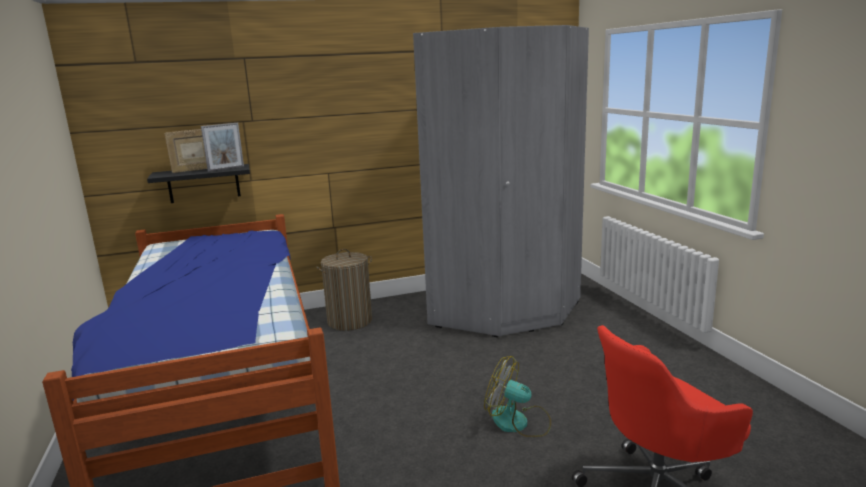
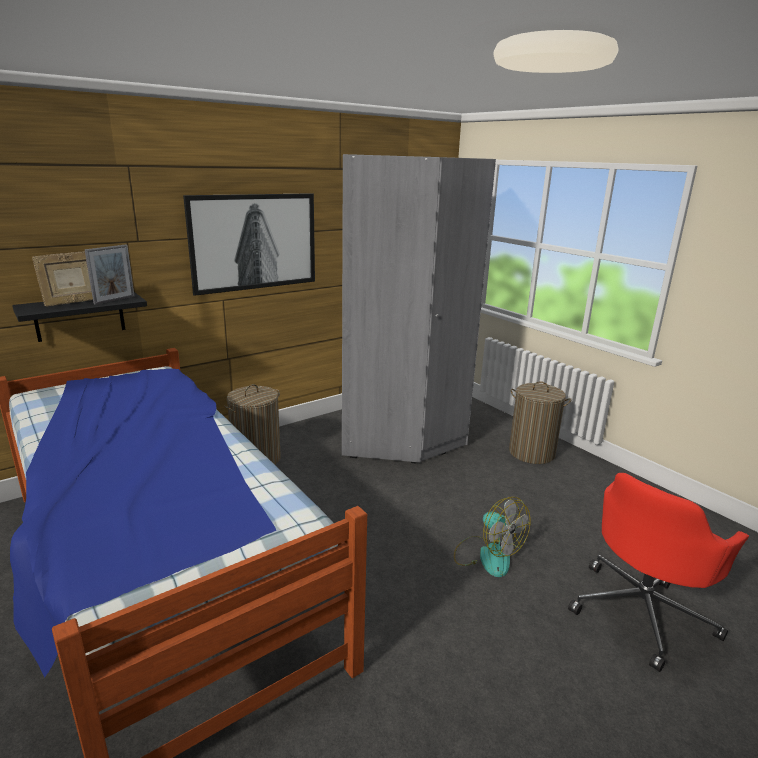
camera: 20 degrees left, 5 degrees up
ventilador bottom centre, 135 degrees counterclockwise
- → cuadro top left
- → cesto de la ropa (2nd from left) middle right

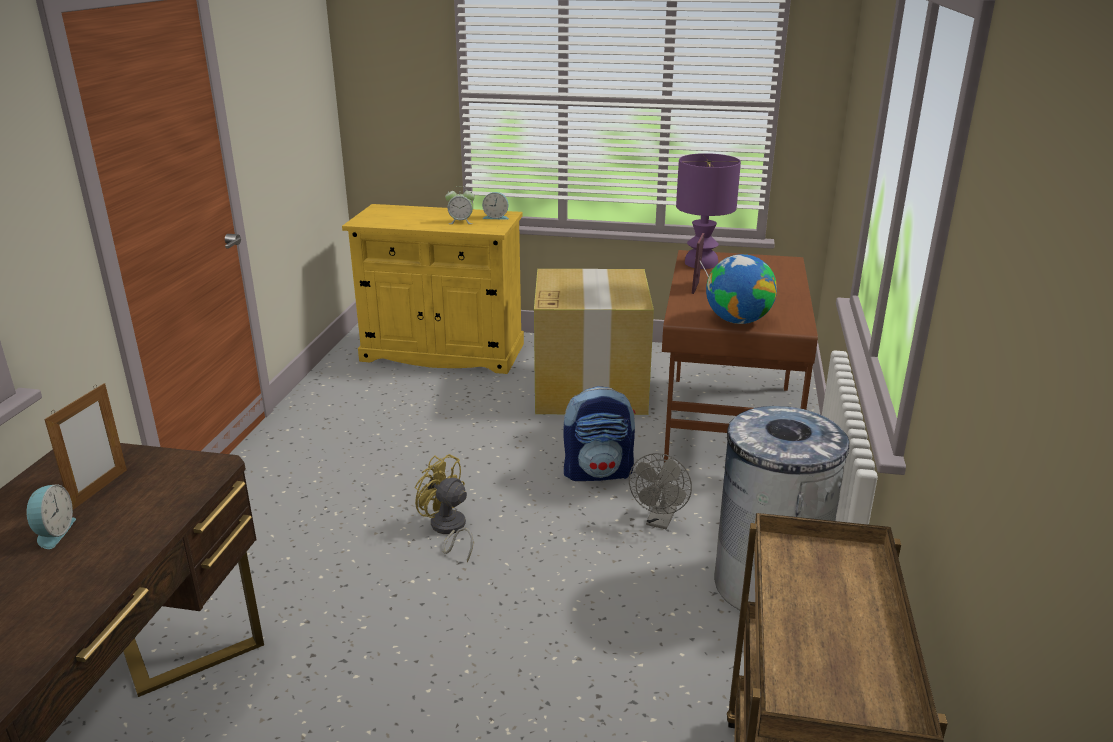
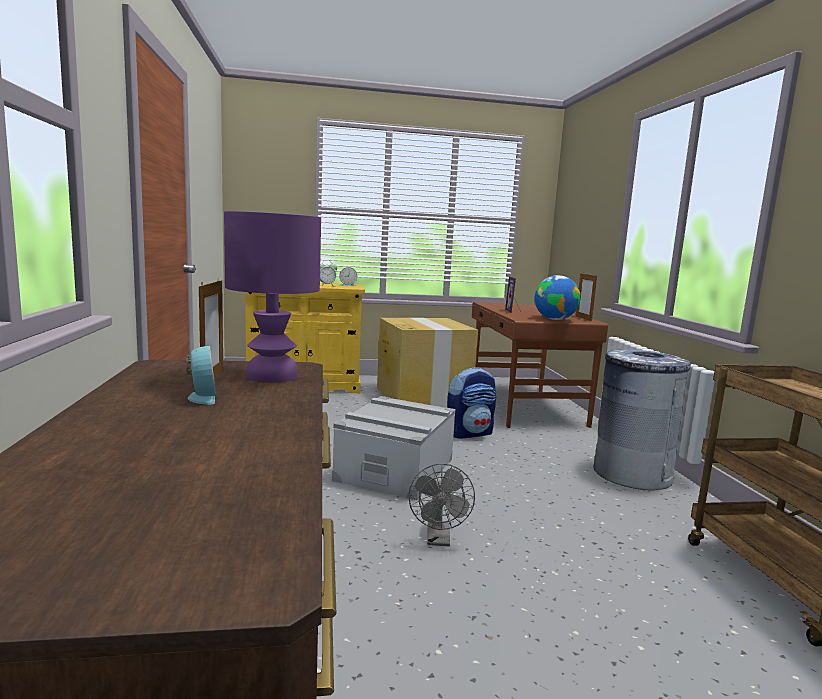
camera: 20 degrees left, 15 degrees down
lámpara de mesa (morado) top centre → lámpara de mesa (morado) middle left, moved
ventilador (gris) centre → ventilador (gris) bottom centre, moved
ventilador (amarillo) bottom centre → caja de almacenaje (gris) centre
- → portarretratos (3rd from left) middle right

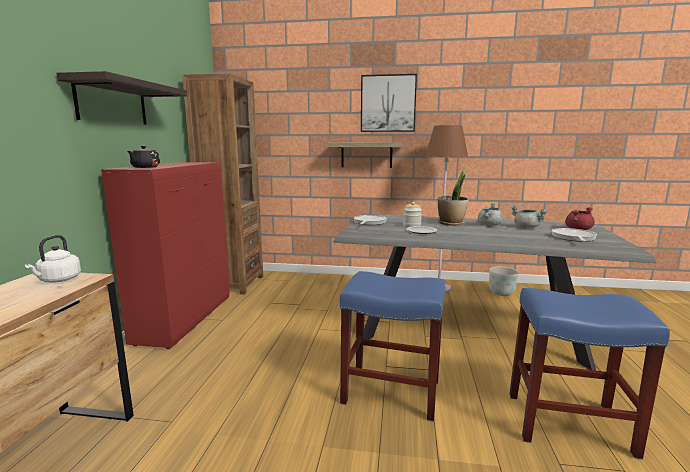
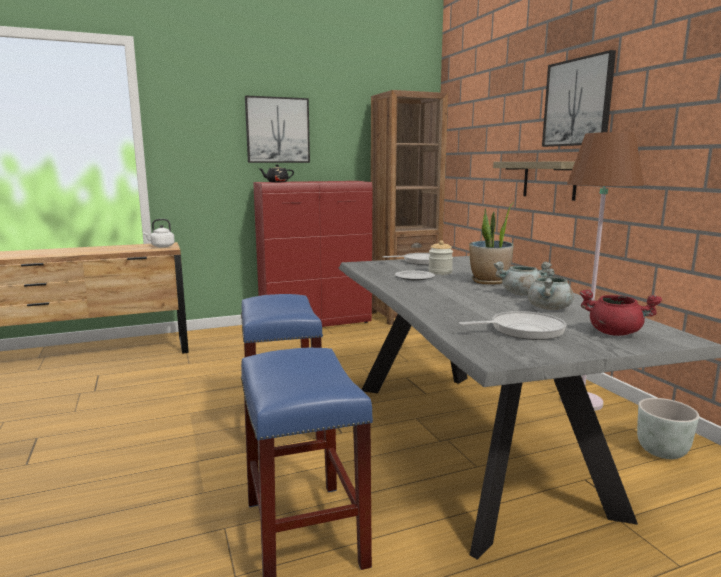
camera: 60 degrees right, 0 degrees up
estante (1st from left) top left → cuadro (1st from left) top centre

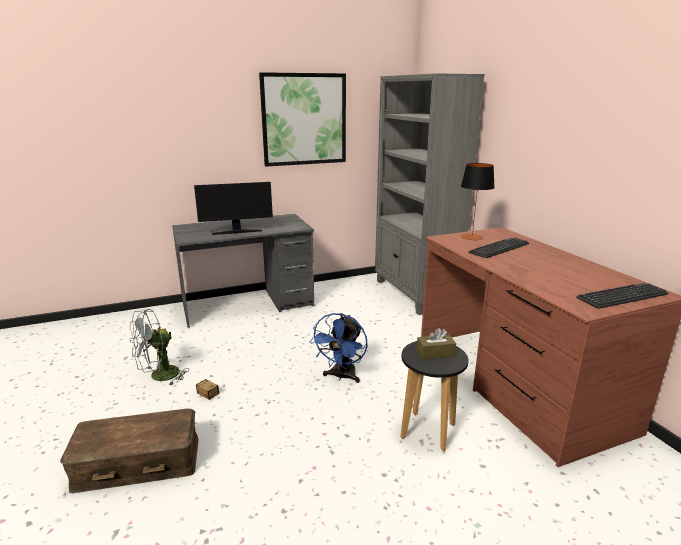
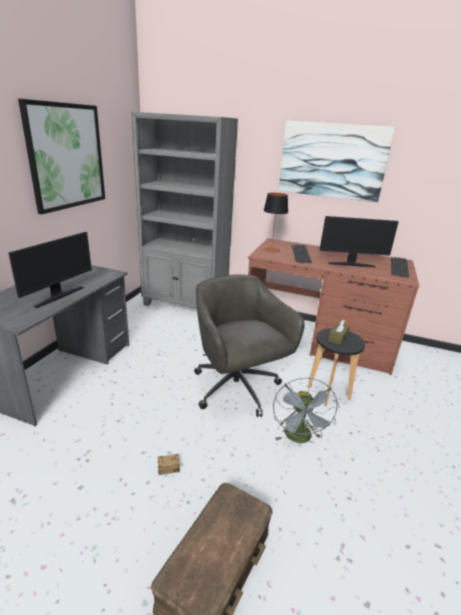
camera: 50 degrees left, 5 degrees up
ventilador (gris) middle left → ventilador (gris) bottom centre, moved
ventilador (azul) centre → silla de oficina (gris) centre
- → cuadro (2nd from left) top right
- → monitor (2nd from left) middle right

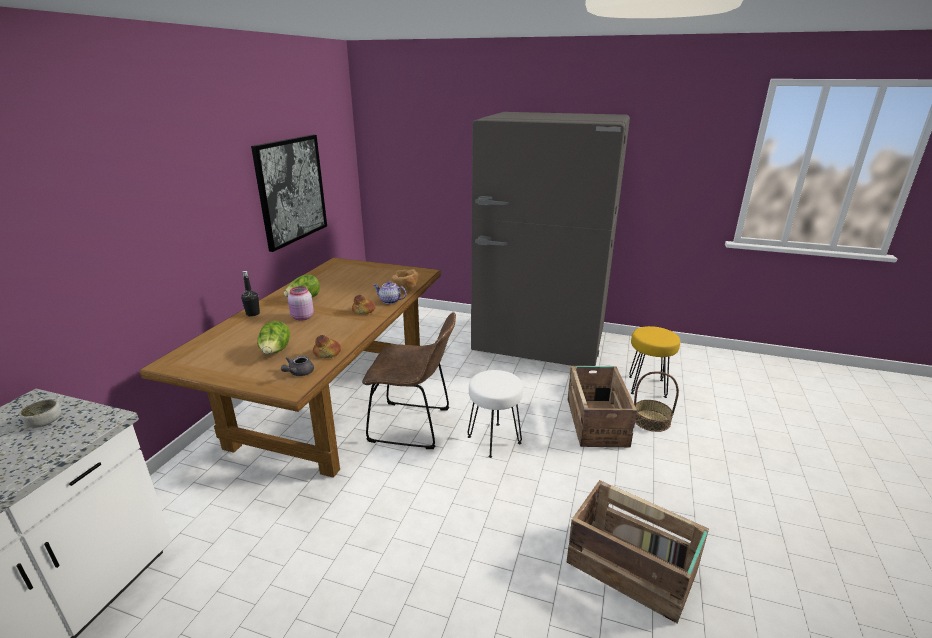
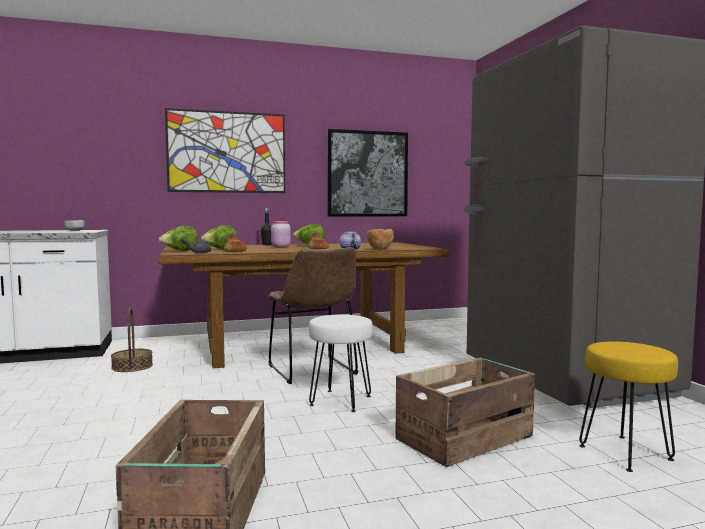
camera: 55 degrees right, 20 degrees down
cesta middle right → cesta middle left, moved
- → cuadro (1st from left) top left
- → lechuga (1st from left) middle left

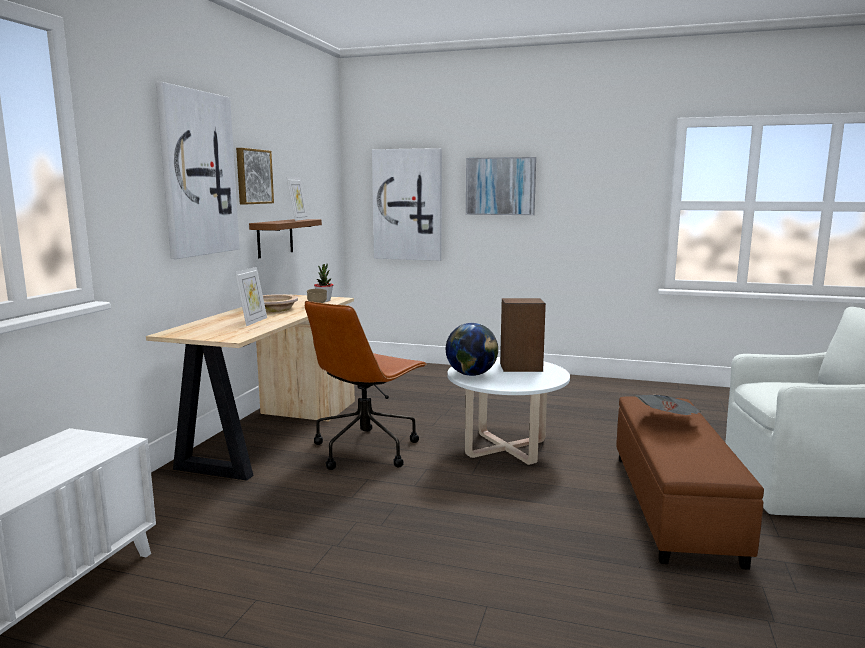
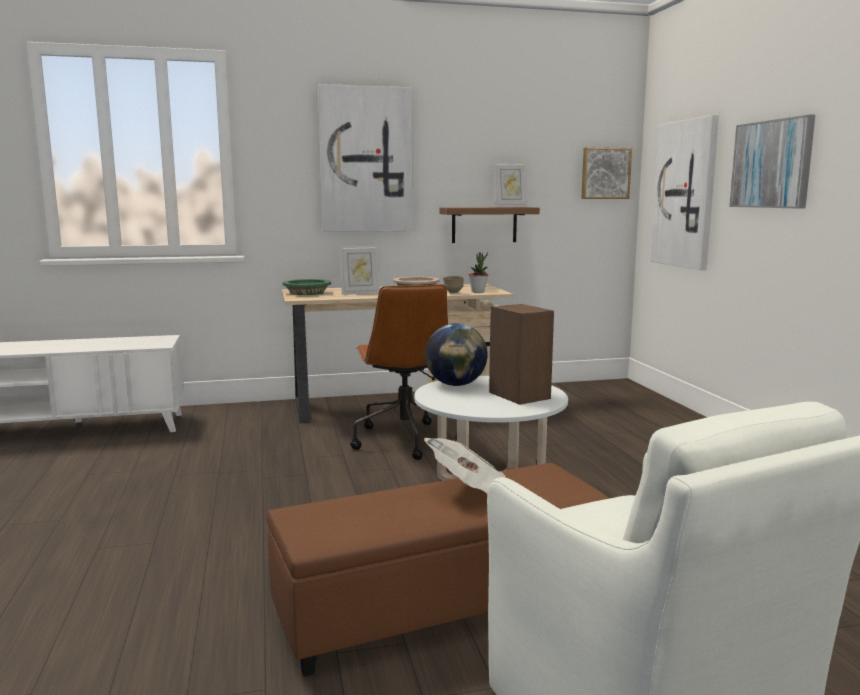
camera: 60 degrees right, 0 degrees up
cuadro (2nd from left) top left → cuadro (2nd from left) top right, moved
silla de oficina (marrón) centre, 105 degrees counterclockwise
- → cuenco (verde) centre

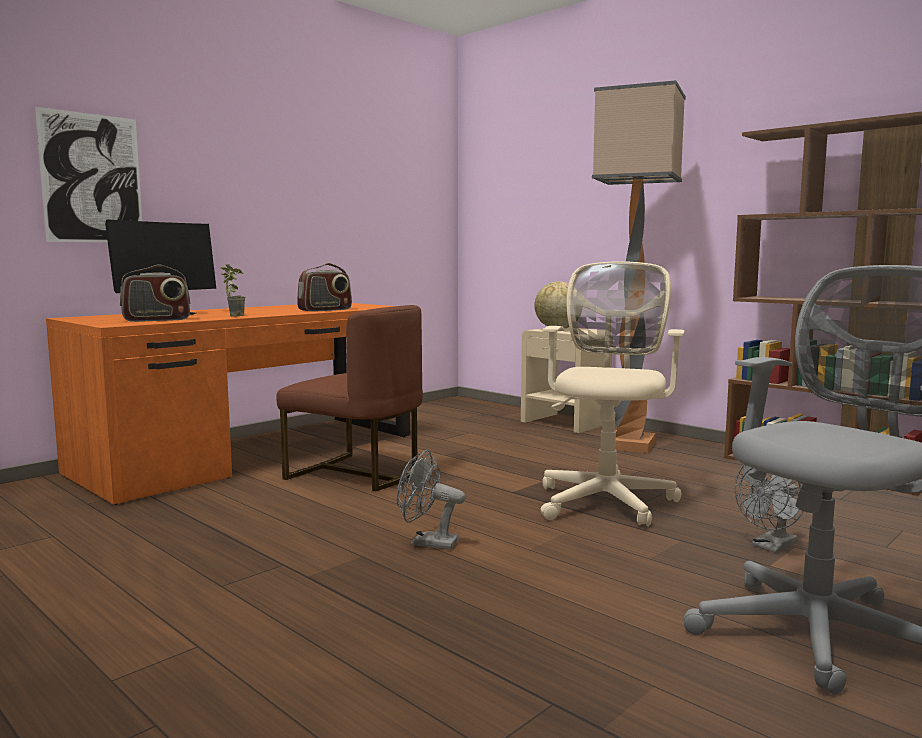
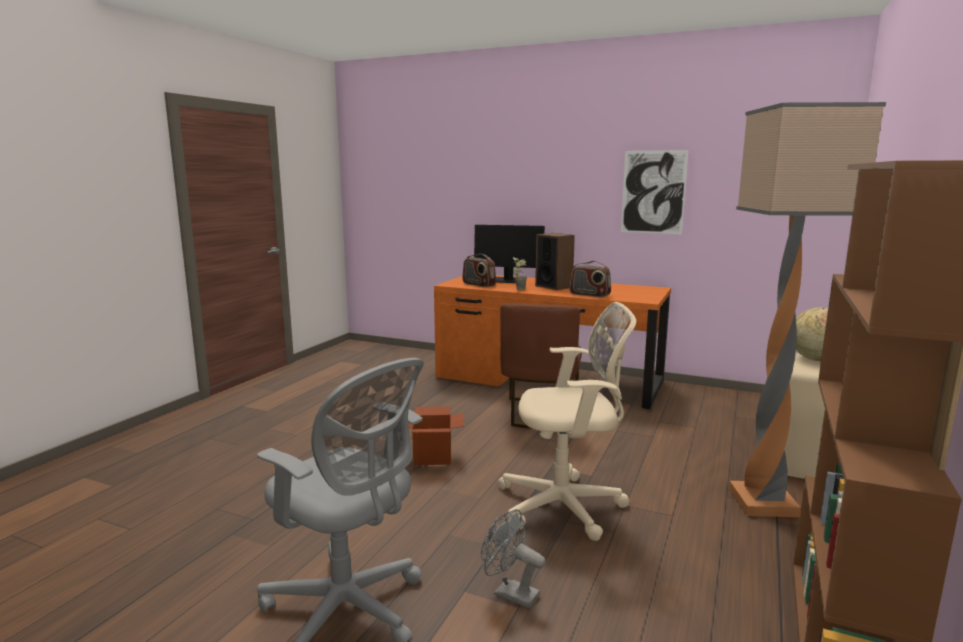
camera: 70 degrees right, 5 degrees up
cuadro top left → cuadro top right, moved
ventilador (gris) (1st from left) bottom centre → caja de cartón bottom centre
- → altavoz centre

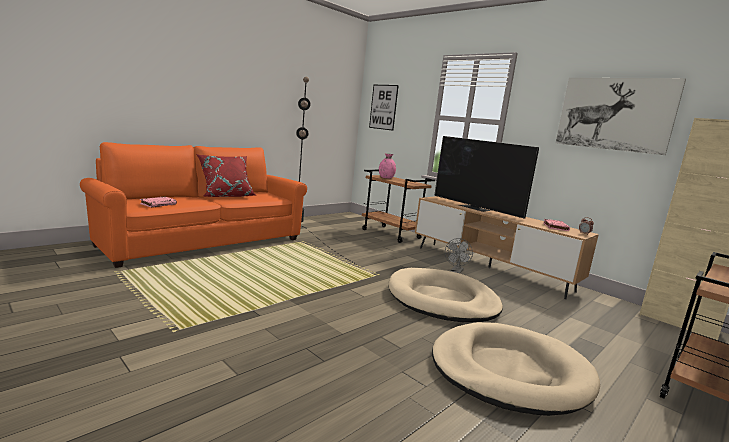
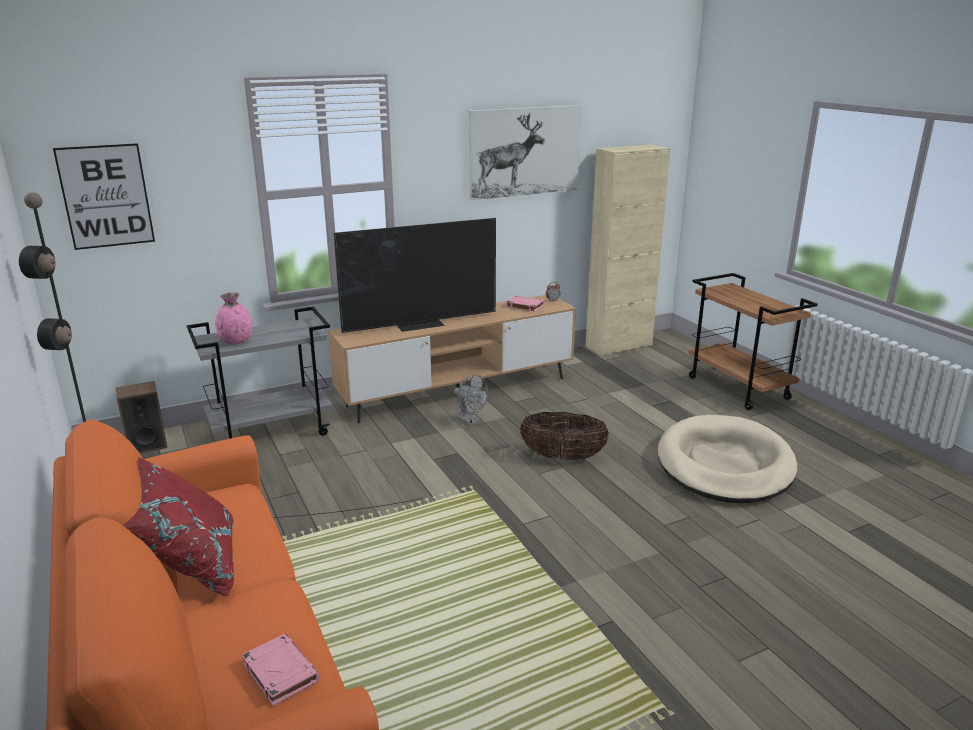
camera: 70 degrees left, 10 degrees up
carrito (marrón) (1st from left) centre → carrito (gris) middle left
cama para perro (beis) (1st from left) bottom centre → cesta centre
- → altavoz middle left

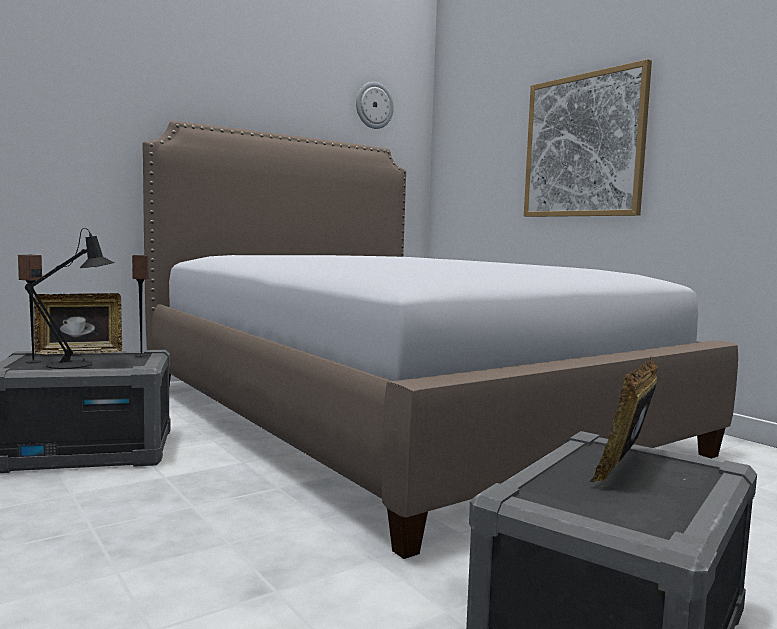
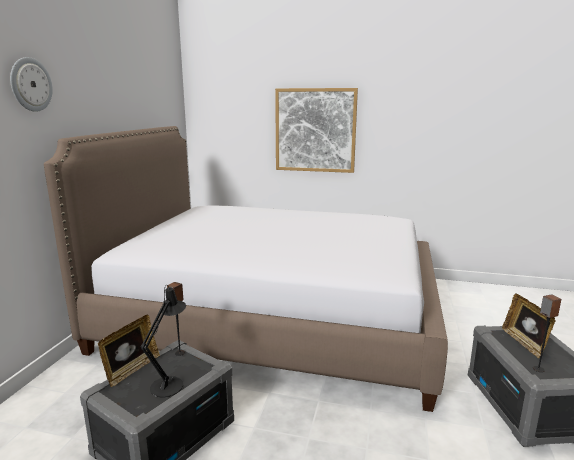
camera: 40 degrees left, 10 degrees up
reloj de pared top centre → reloj de pared top left, moved
altavoz (1st from left in the first image) middle left → altavoz (2nd from left) bottom right, moved

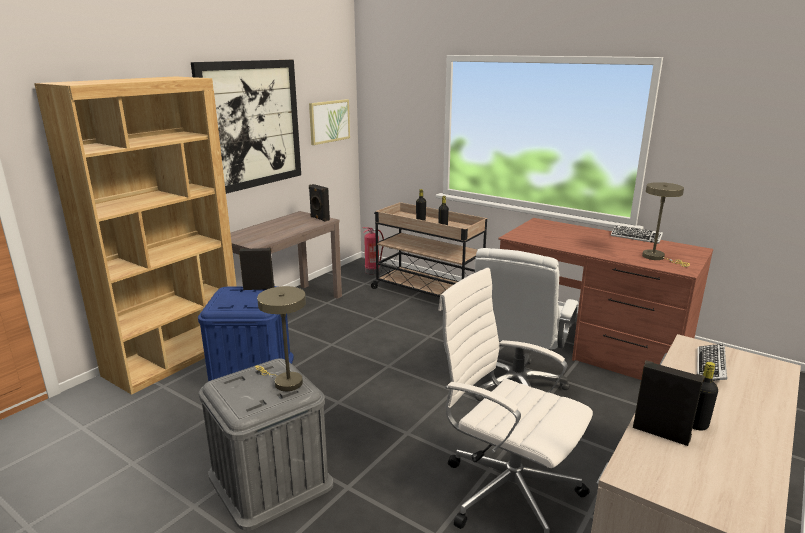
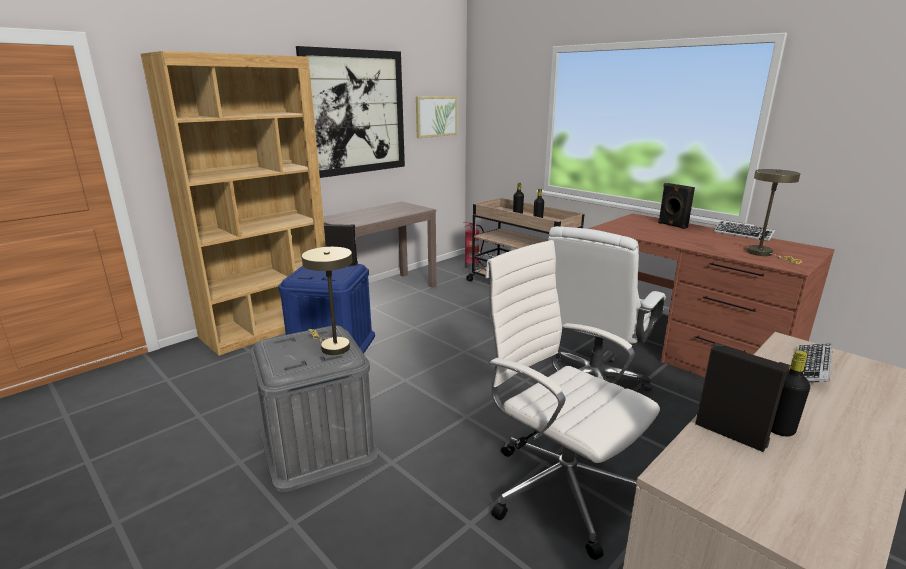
camera: 10 degrees right, 0 degrees up
altavoz (negro) (2nd from left) centre → altavoz (negro) (2nd from left) middle right, moved

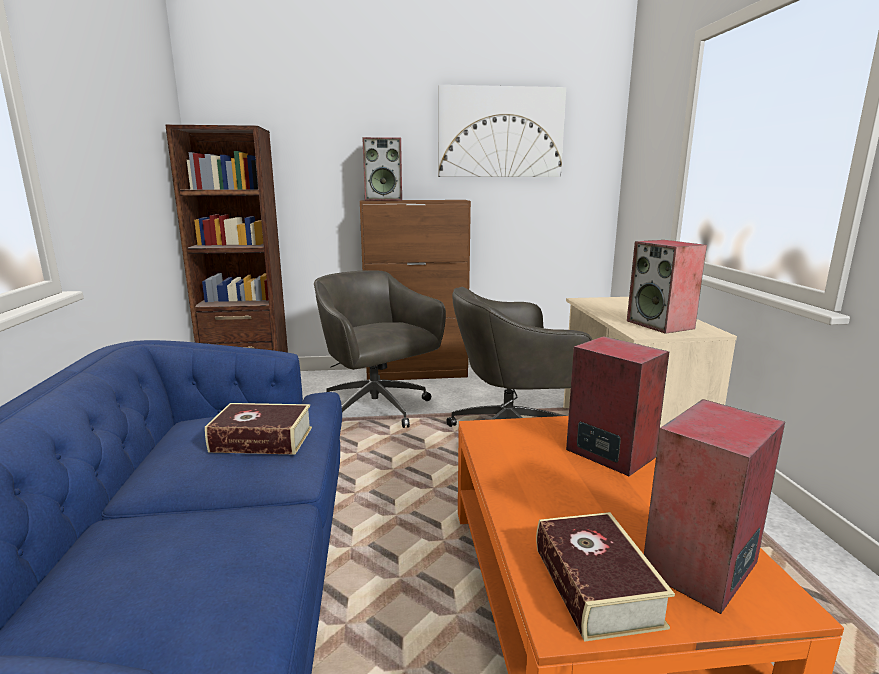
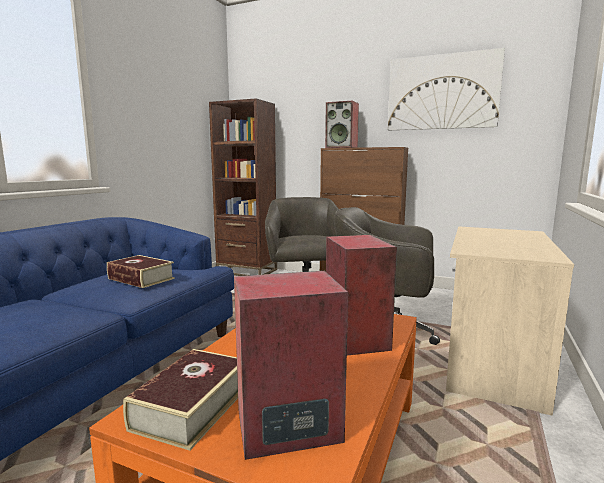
camera: 30 degrees right, 5 degrees down
altavoz (3rd from left) middle right → -

